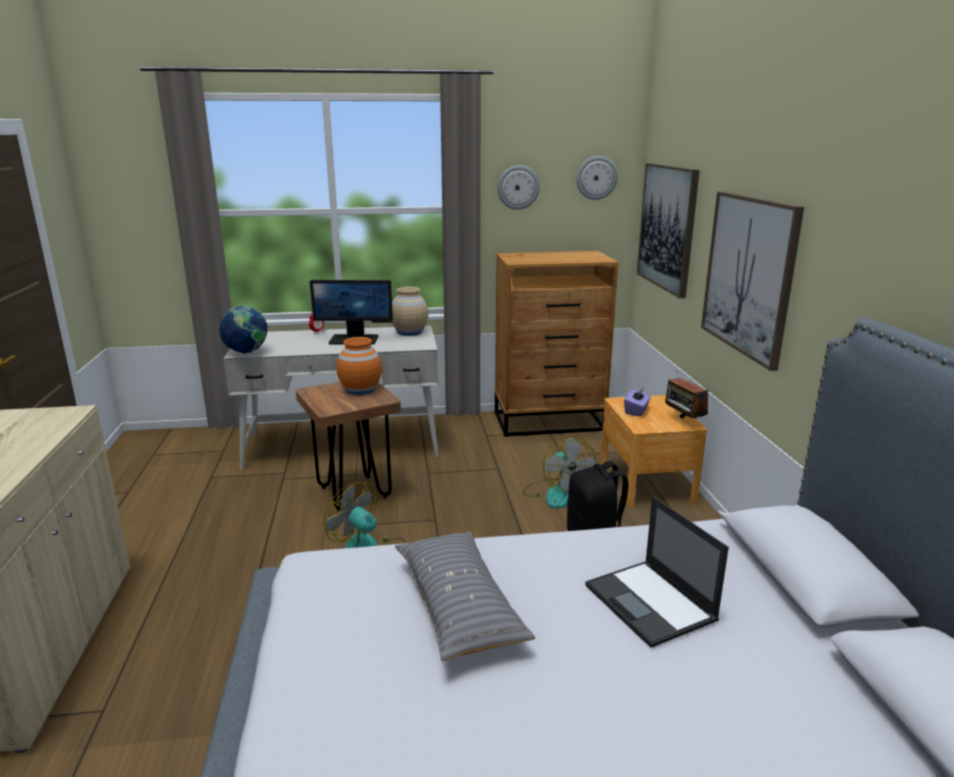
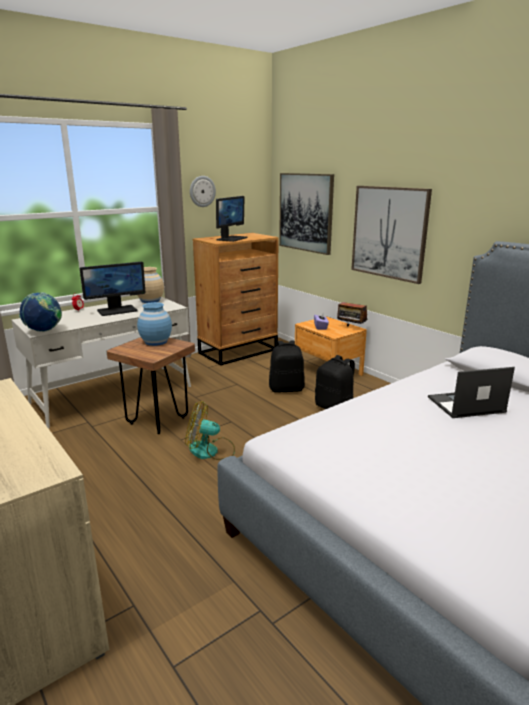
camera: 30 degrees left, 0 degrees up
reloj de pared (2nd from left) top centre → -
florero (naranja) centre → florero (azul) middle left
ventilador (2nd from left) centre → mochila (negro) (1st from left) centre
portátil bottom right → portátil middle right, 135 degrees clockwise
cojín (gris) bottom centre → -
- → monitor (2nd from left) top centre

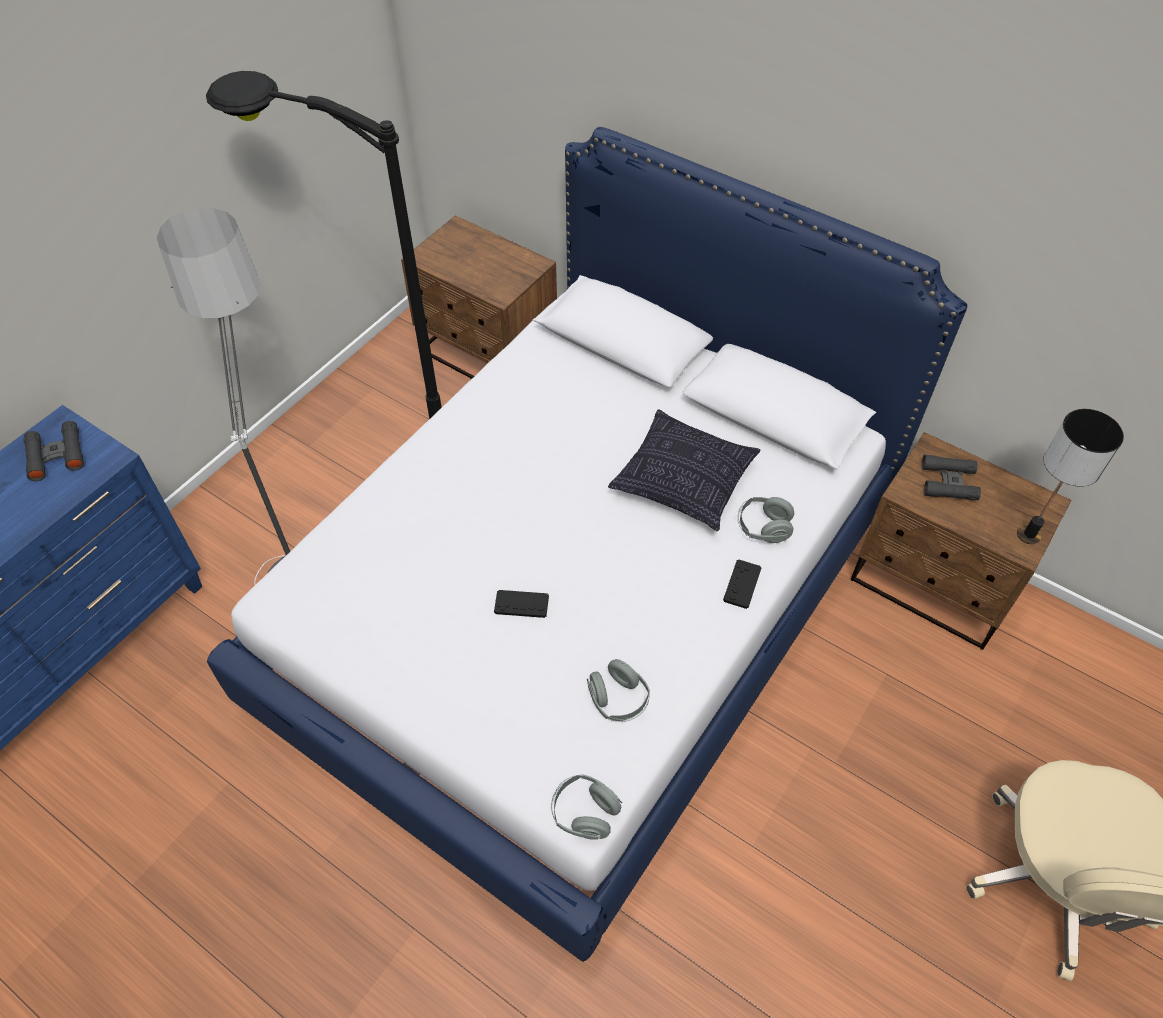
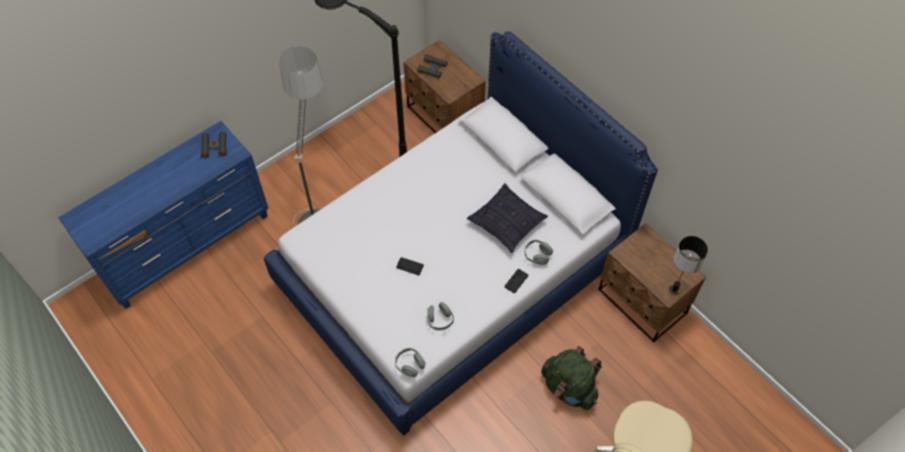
camera: 15 degrees right, 5 degrees up
prismáticos (negro) (2nd from left) middle right → prismáticos (negro) (2nd from left) top centre, moved
- → mochila (verde) bottom centre

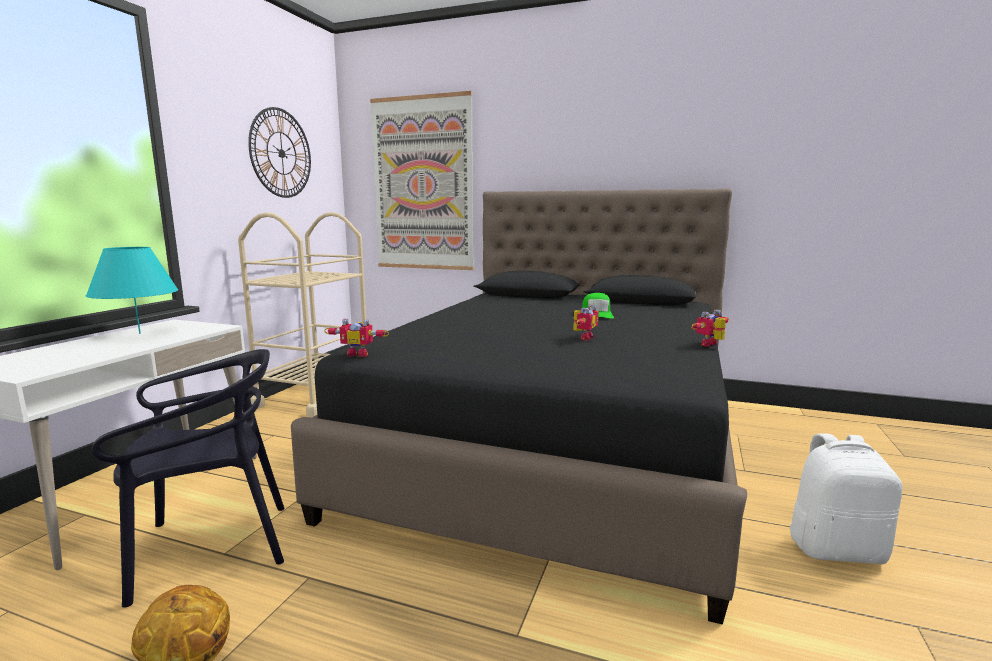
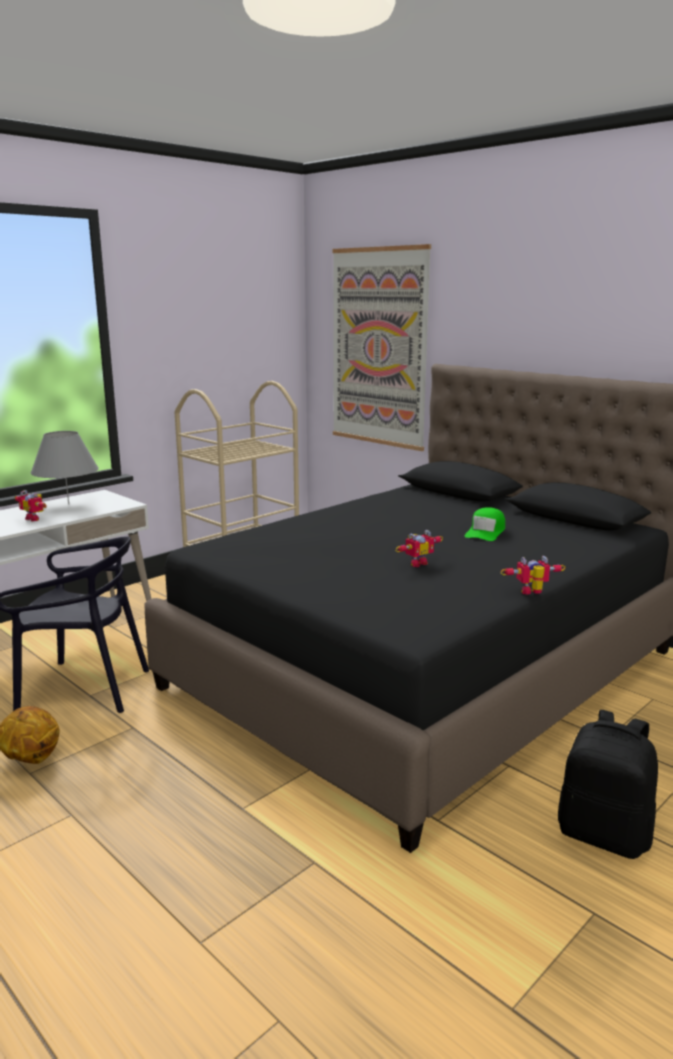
camera: 25 degrees right, 5 degrees up
reloj de pared top left → -
lámpara de mesa (turquesa) middle left → lámpara de mesa (gris) middle left
robot de juguete (1st from left) centre → robot de juguete (1st from left) middle left, moved
mochila (blanco) bottom right → mochila (negro) bottom right

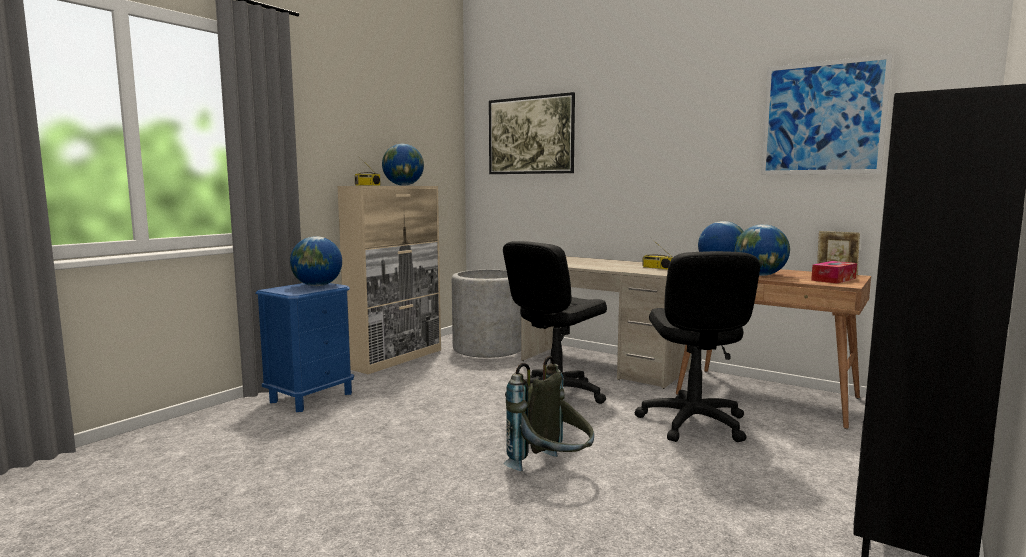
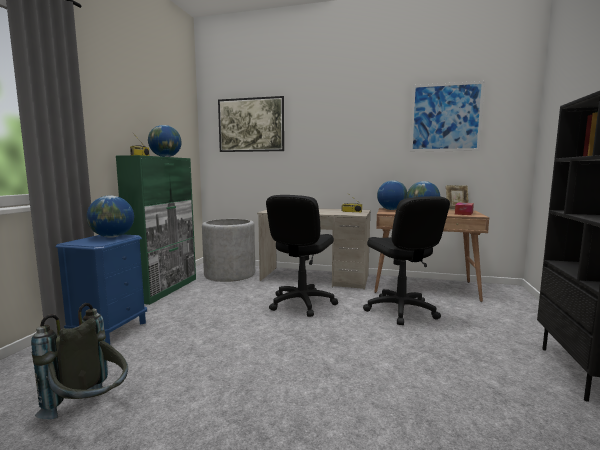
camera: 20 degrees left, 0 degrees up
armario (beis) centre → armario (verde) middle left
mochila (gris) bottom centre → mochila (gris) bottom left, moved

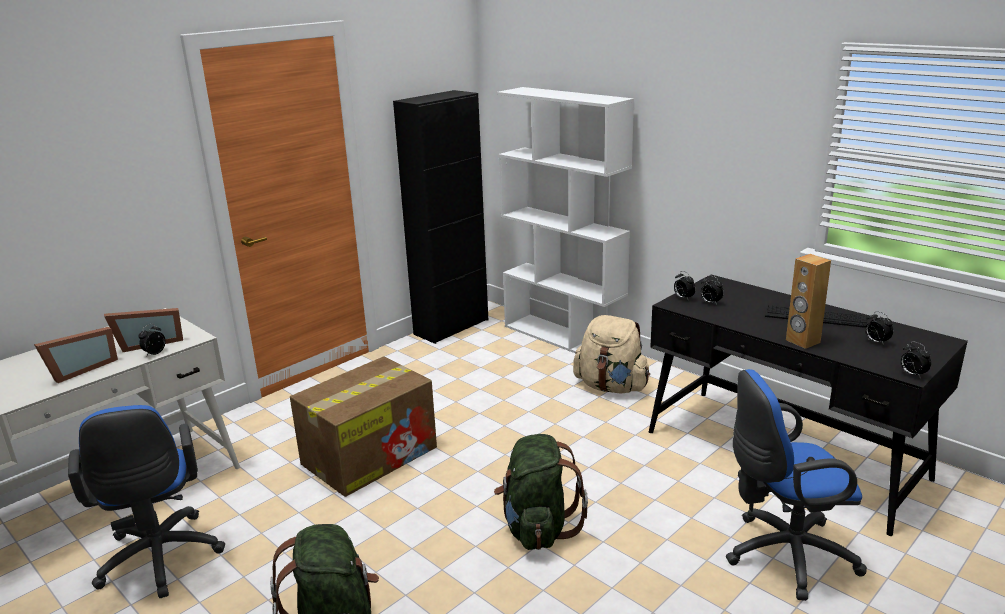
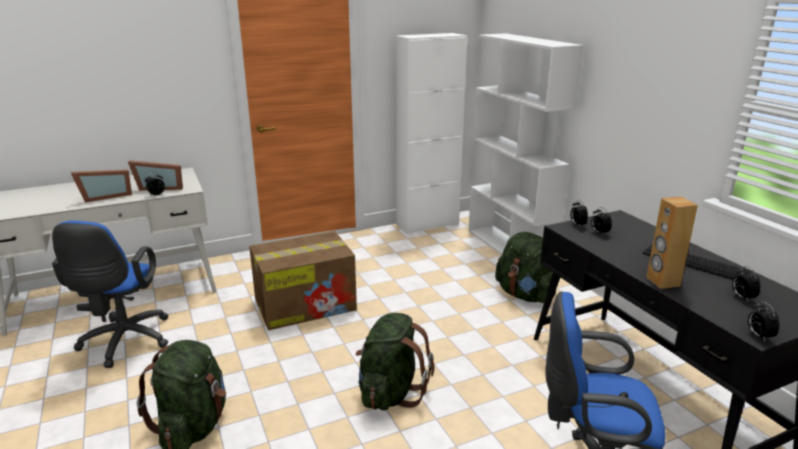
camera: 20 degrees right, 0 degrees up
armario (negro) centre → armario (blanco) top centre
mochila (beis) centre → mochila (verde) (3rd from left) centre

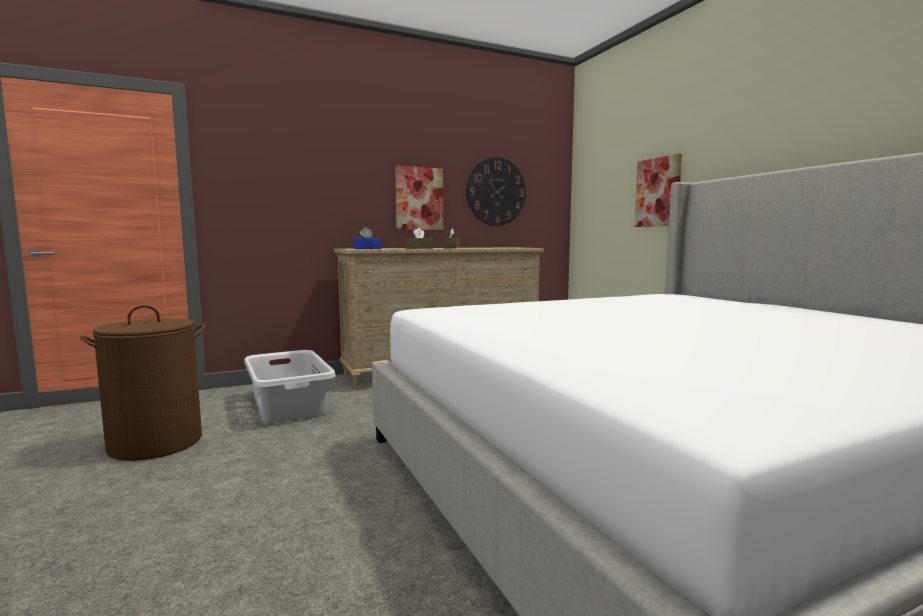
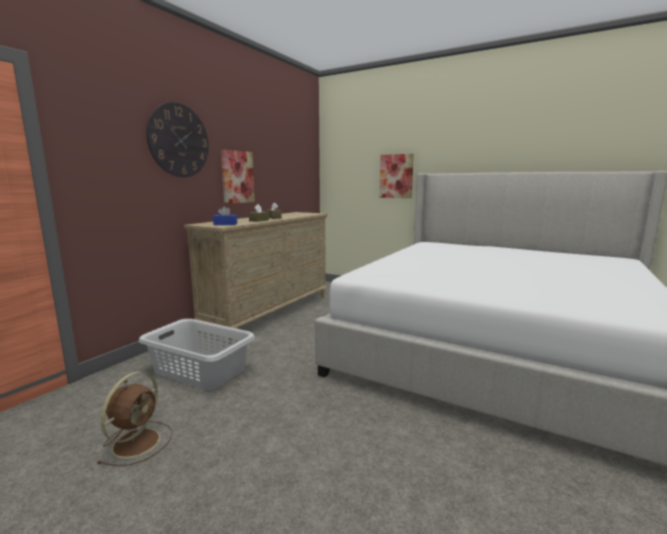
camera: 35 degrees left, 5 degrees up
reloj de pared top centre → reloj de pared top left, moved
cesto de la ropa (marrón) middle left → ventilador (marrón) bottom left

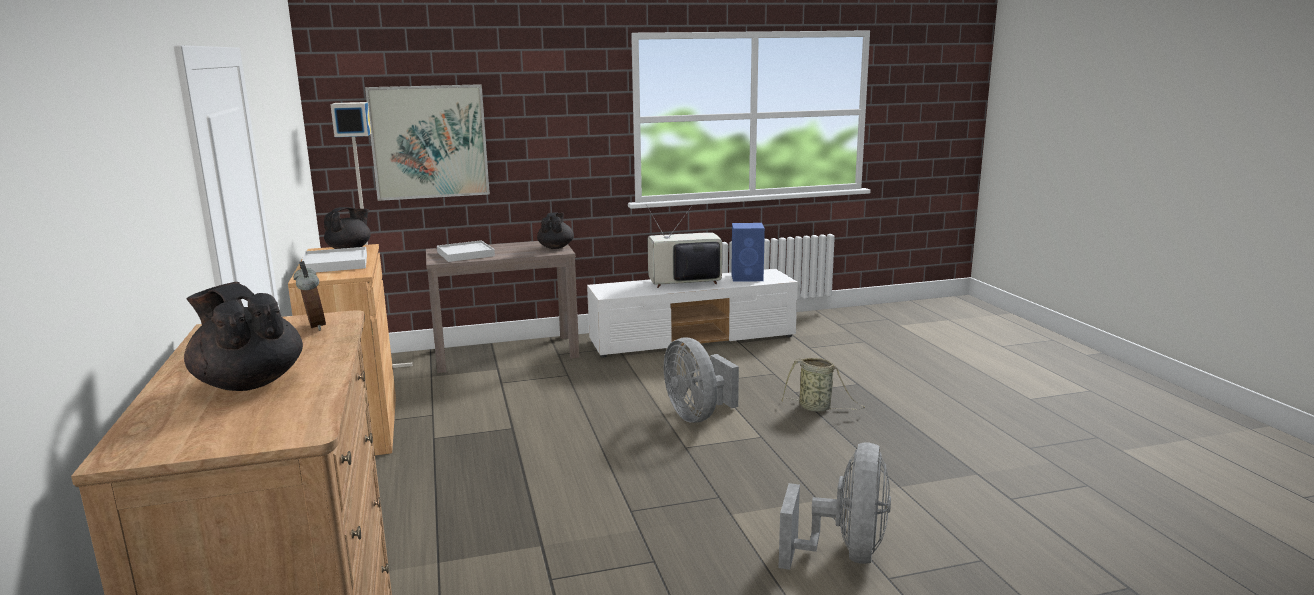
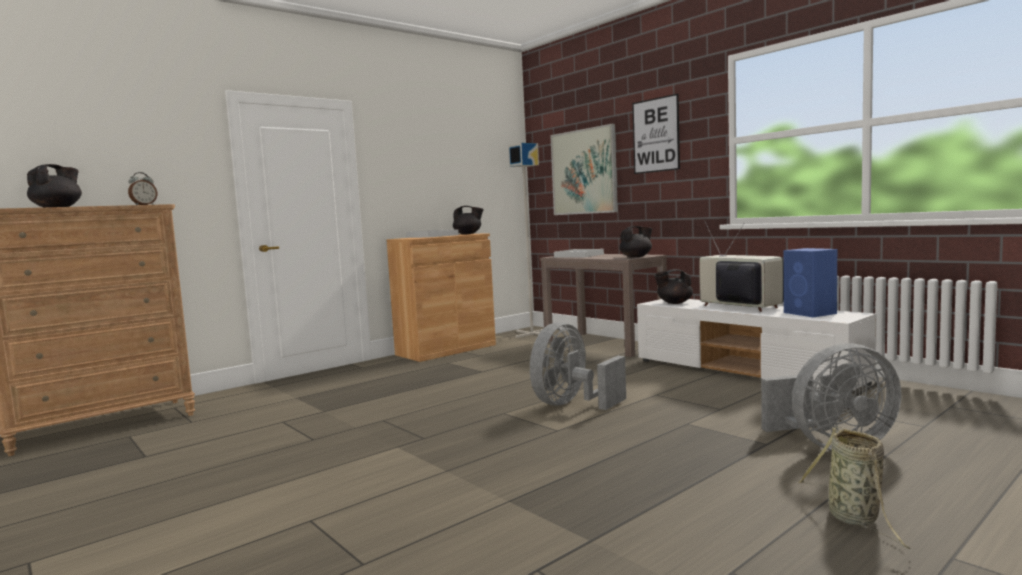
camera: 65 degrees right, 10 degrees down
cesta centre → cesta bottom right, moved
ventilador (gris) (2nd from left) bottom centre → ventilador (gris) (2nd from left) bottom right, moved
- → cuadro (2nd from left) top centre
- → tetera (negro) (4th from left) centre

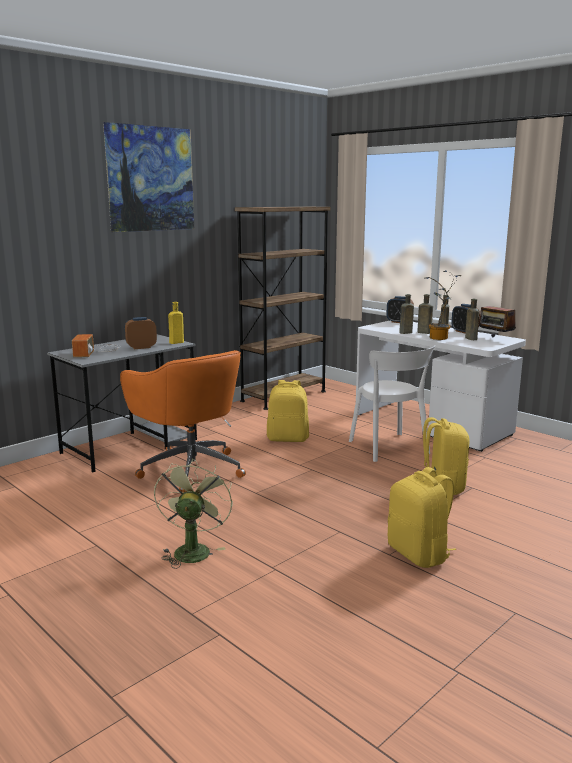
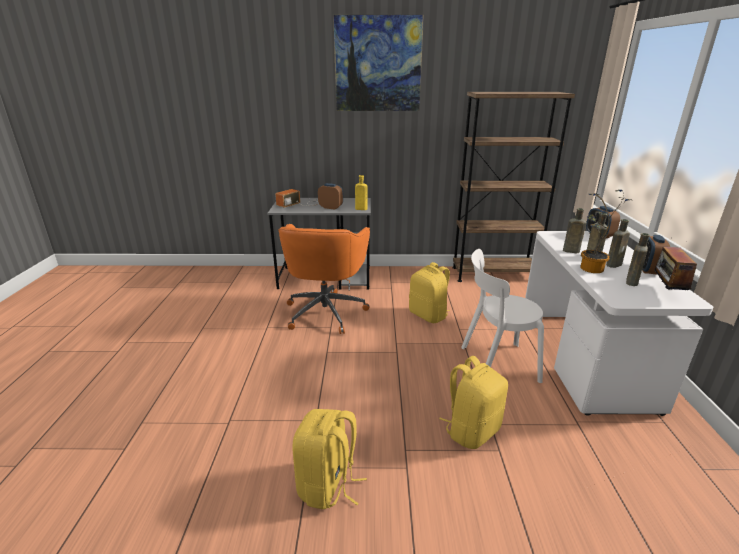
camera: 45 degrees right, 10 degrees up
silla (blanco) middle right, 60 degrees clockwise
ventilador (verde) bottom centre → -

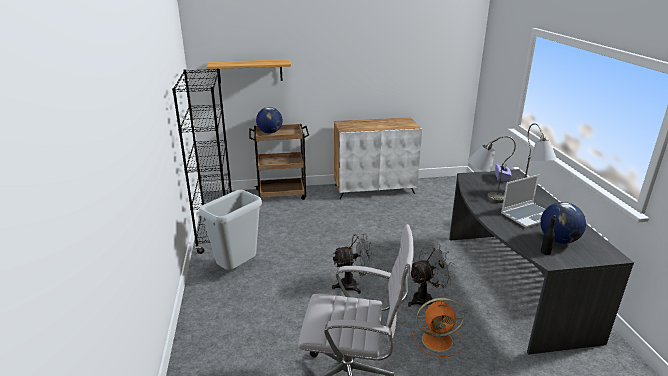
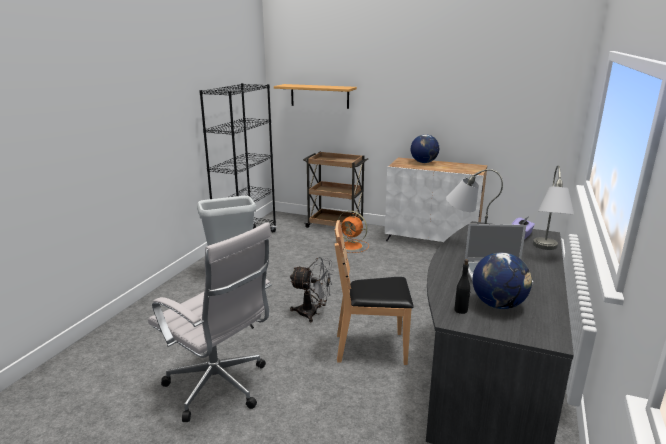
camera: 30 degrees right, 5 degrees down
globo terráqueo (1st from left) top centre → globo terráqueo (1st from left) centre, moved
ventilador (gris) (2nd from left) bottom centre → silla (marrón) centre
ventilador (naranja) bottom centre → ventilador (naranja) centre, moved

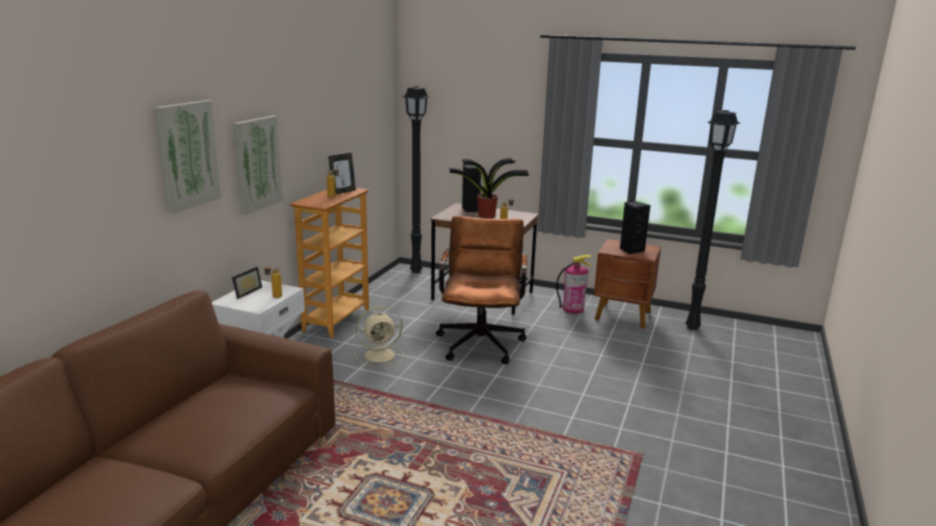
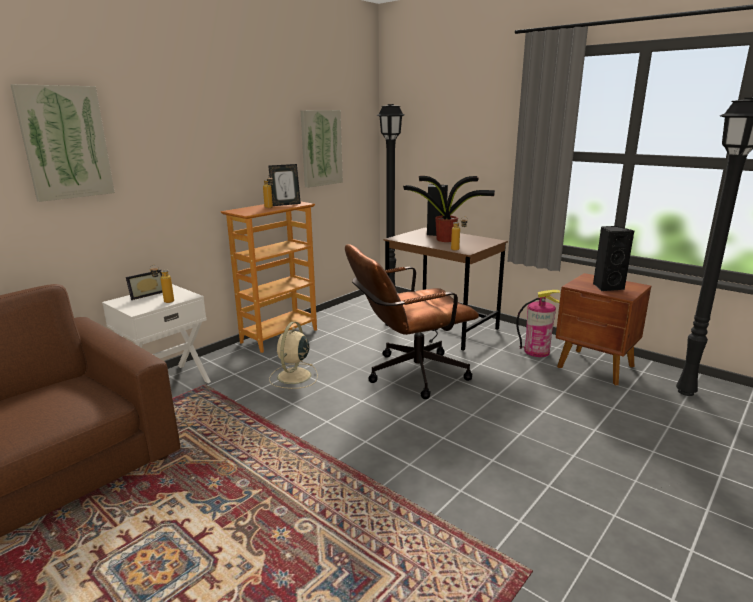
camera: 20 degrees right, 0 degrees up
cuadro (2nd from left) top left → cuadro (2nd from left) top centre, moved
silla de oficina (marrón) centre, 135 degrees counterclockwise
ventilador (beis) centre, 105 degrees clockwise

